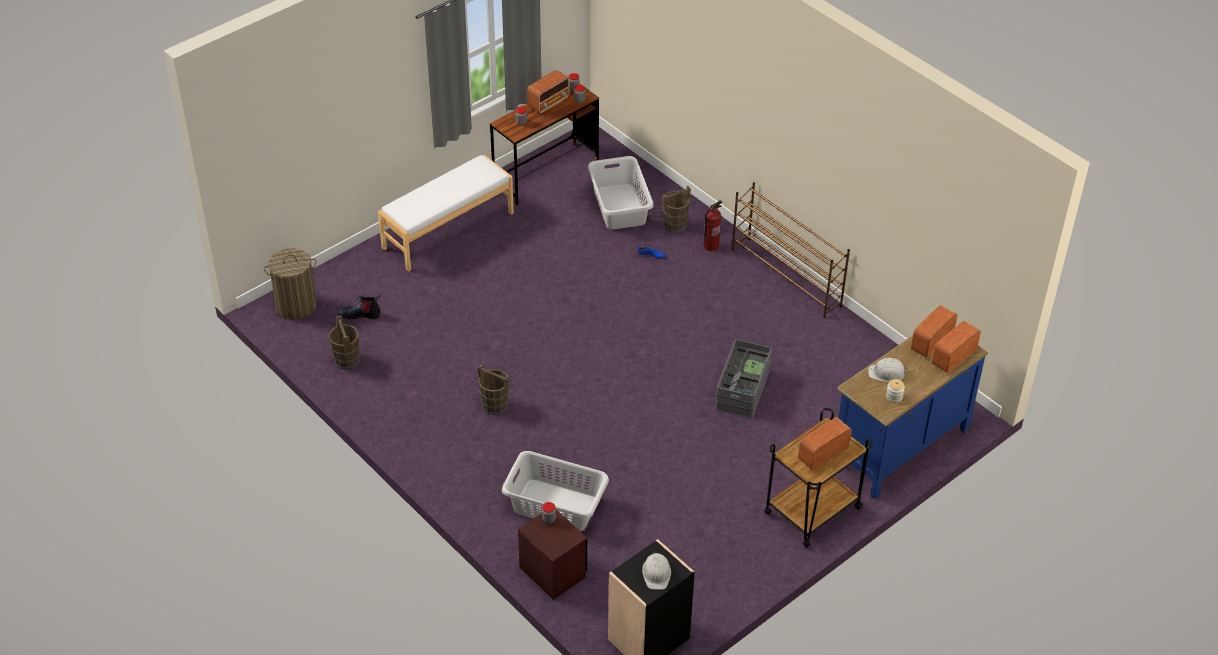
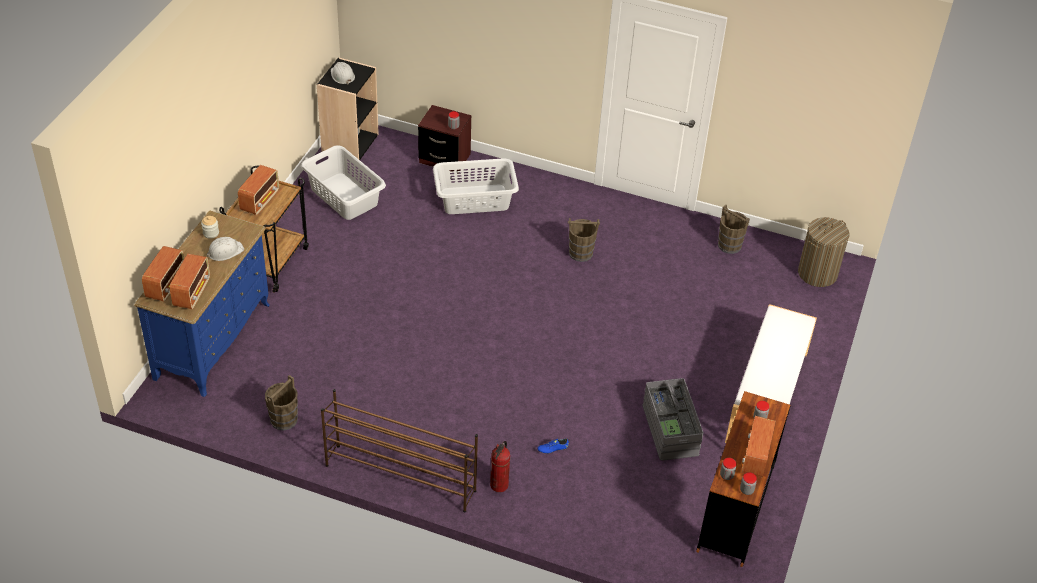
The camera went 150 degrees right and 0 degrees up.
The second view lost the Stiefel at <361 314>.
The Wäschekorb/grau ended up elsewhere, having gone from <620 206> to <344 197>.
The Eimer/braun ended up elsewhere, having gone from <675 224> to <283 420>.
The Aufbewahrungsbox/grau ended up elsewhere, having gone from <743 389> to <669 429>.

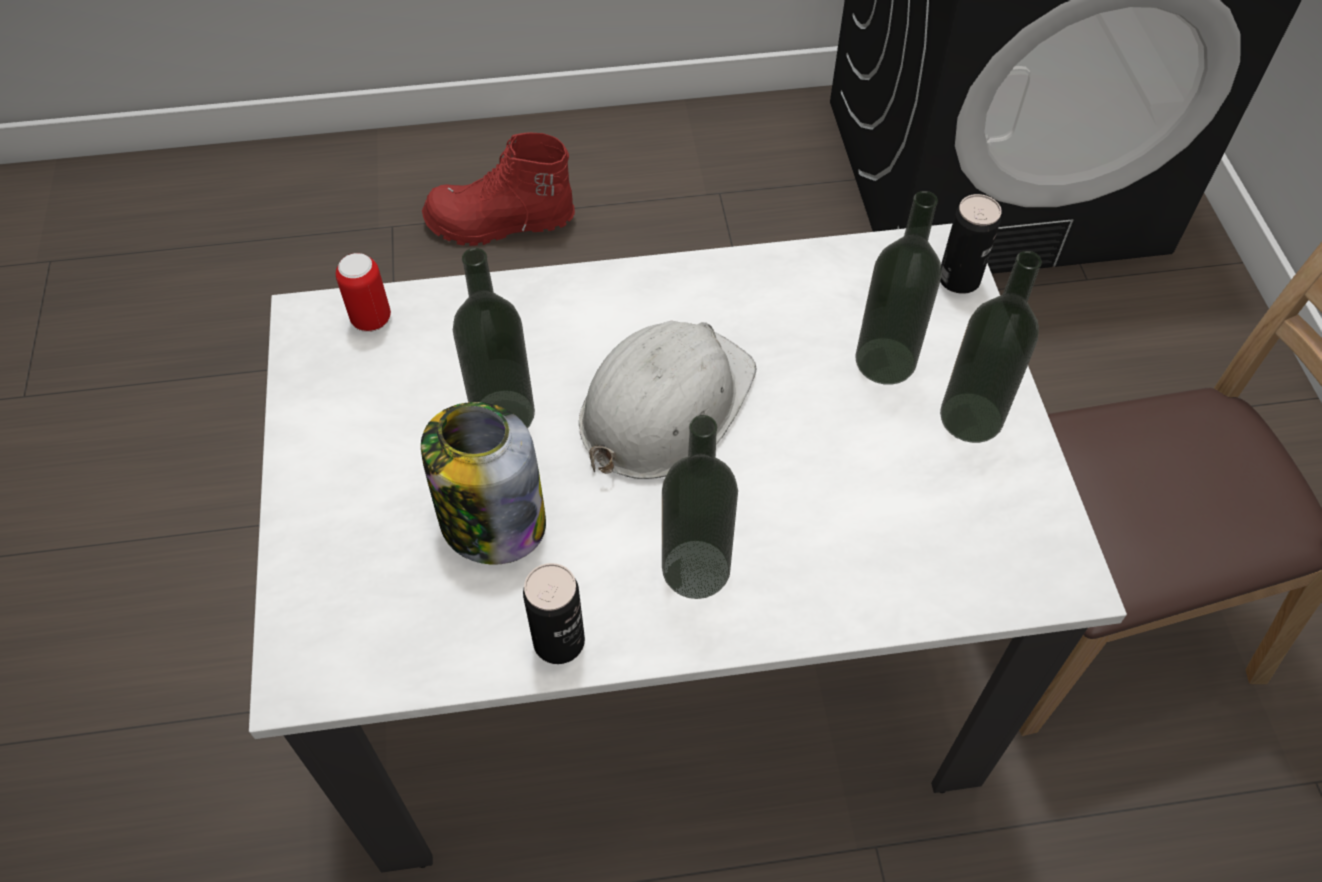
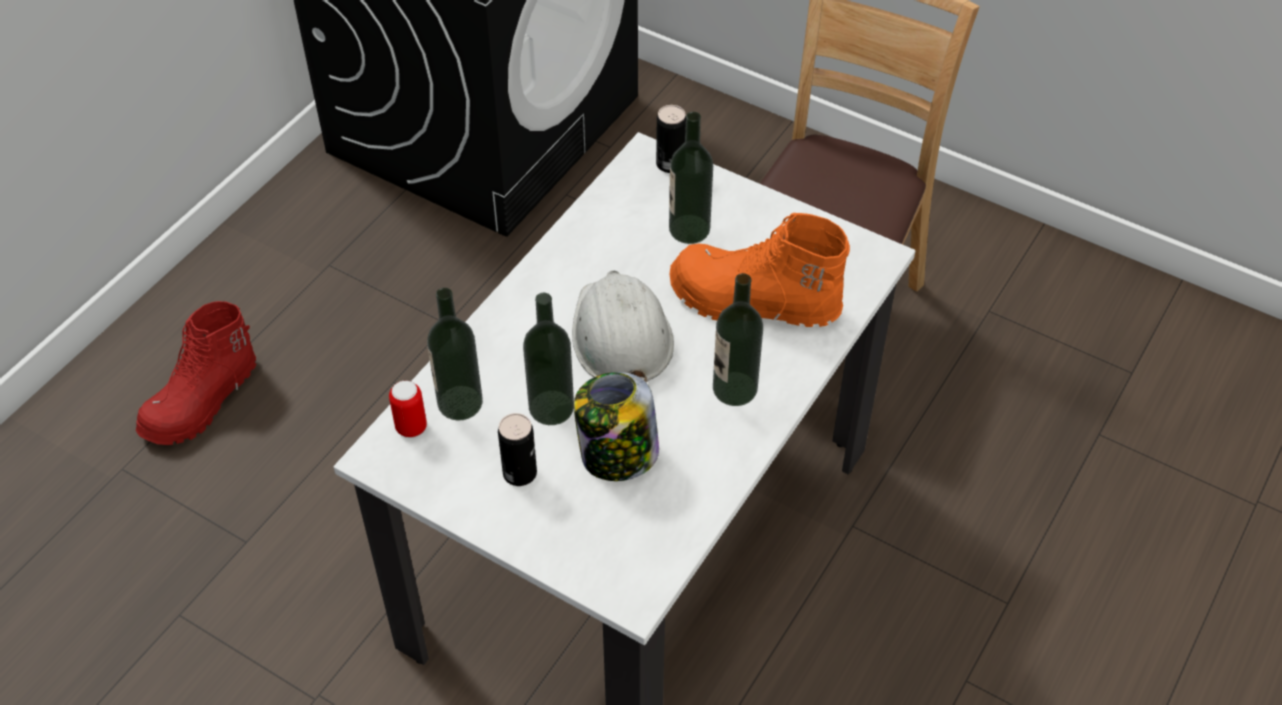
The camera went 50 degrees left and 5 degrees down.
The Dose ended up elsewhere, having gone from <559 641> to <520 473>.
The Flasche ended up elsewhere, having gone from <971 417> to <460 403>.
The second view gained the Stiefel/orange at <753 303>.

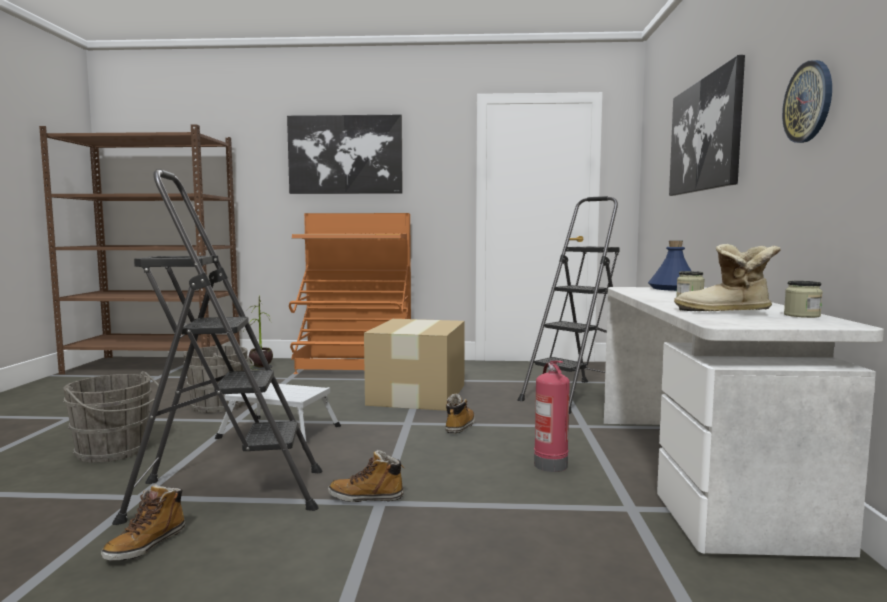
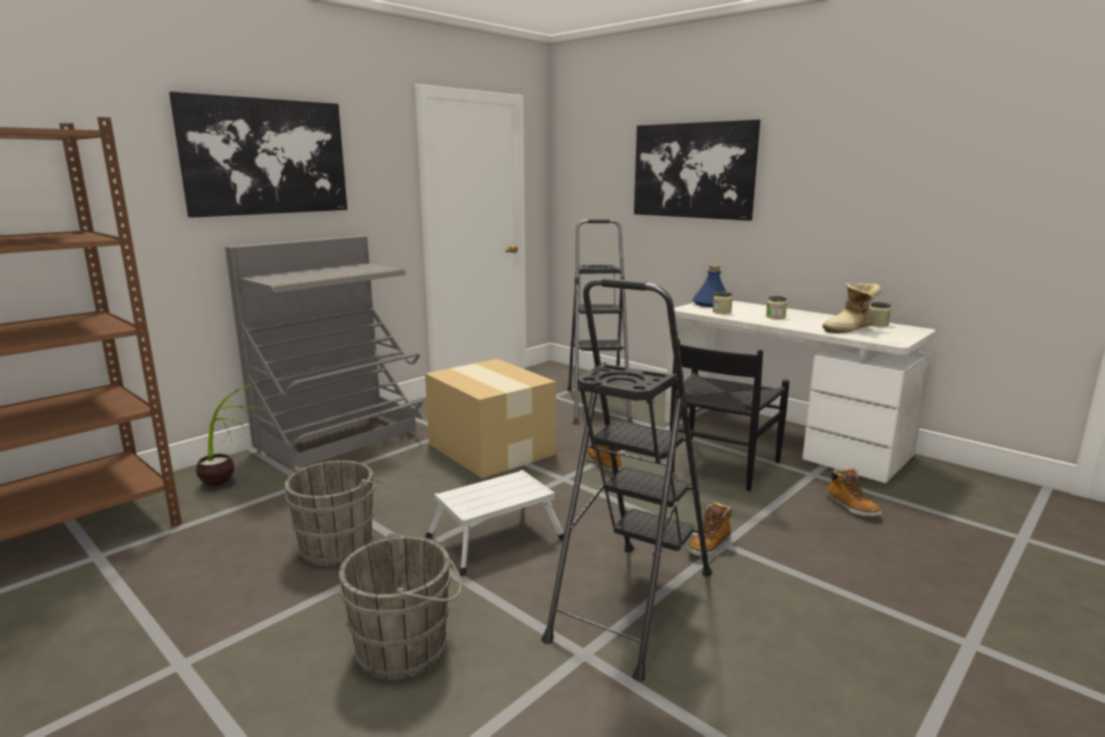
The camera went 50 degrees left and 10 degrees up.
The Stiefel ended up elsewhere, having gone from <146 545> to <851 507>.
What was the Schuhregal/orange at <353 368> turned into the Schuhregal/grau at <342 444>.
Where the Feuerlöscher stood at <549 464>, the Stuhl/schwarz came to stand at <720 467>.
The second view lost the Wanduhr at <808 102>.
The second view gained the Vorratsglas at <722 312>.

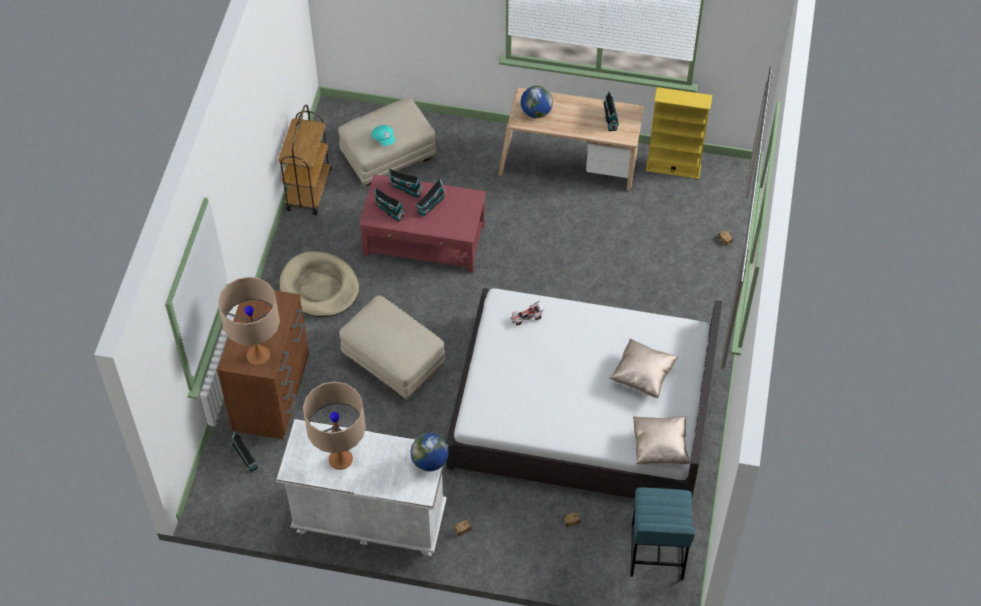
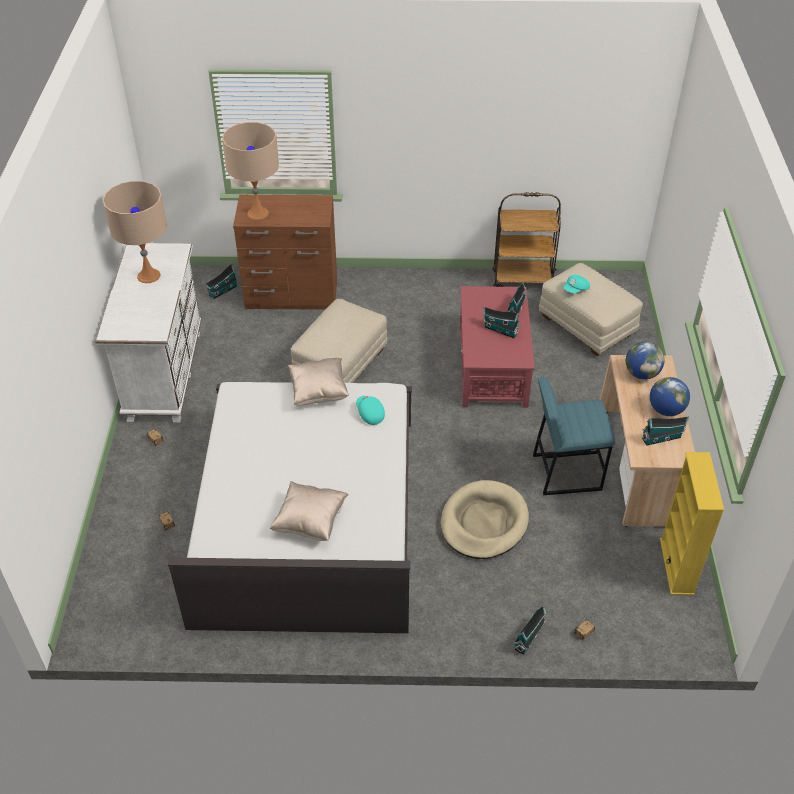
The camera went 80 degrees right and 10 degrees down.
The Hundebett/beige ended up elsewhere, having gone from <319 287> to <483 522>.
The Spielzeughaus ended up elsewhere, having gone from <389 210> to <529 636>.
The Globus ended up elsewhere, having gone from <430 461> to <666 410>.
Where the Spielzeugauto stood at <526 318>, the Kappe/türkis came to stand at <369 414>.
The Hocker/blau ended up elsewhere, having gone from <657 553> to <564 472>.
The Kissen/beige ended up elsewhere, having gone from <659 448> to <319 392>.

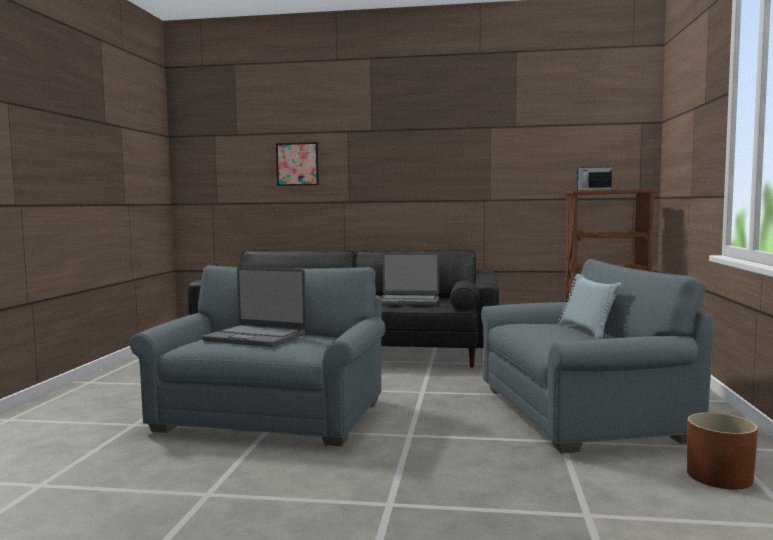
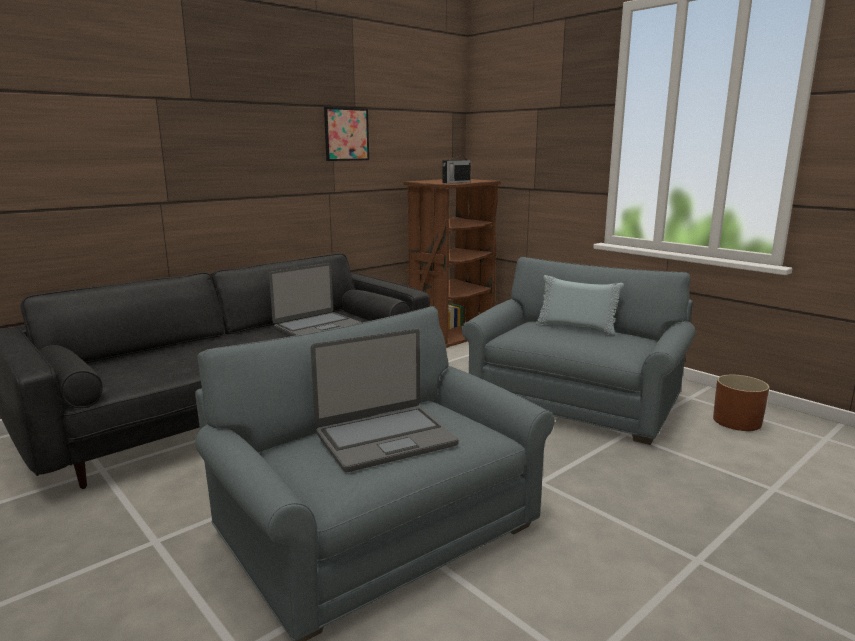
The camera went 50 degrees left and 10 degrees up.
The Bild ended up elsewhere, having gone from <297 164> to <346 134>.

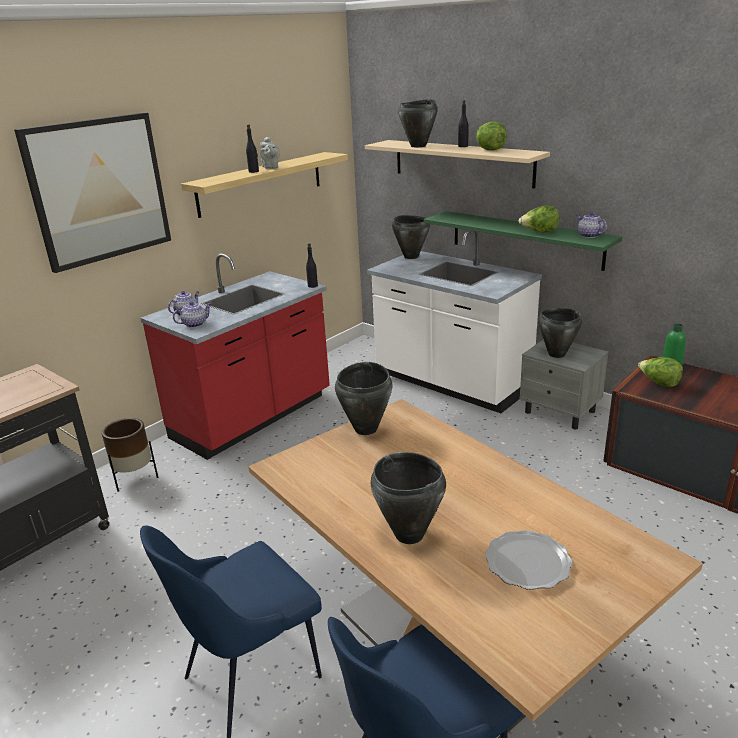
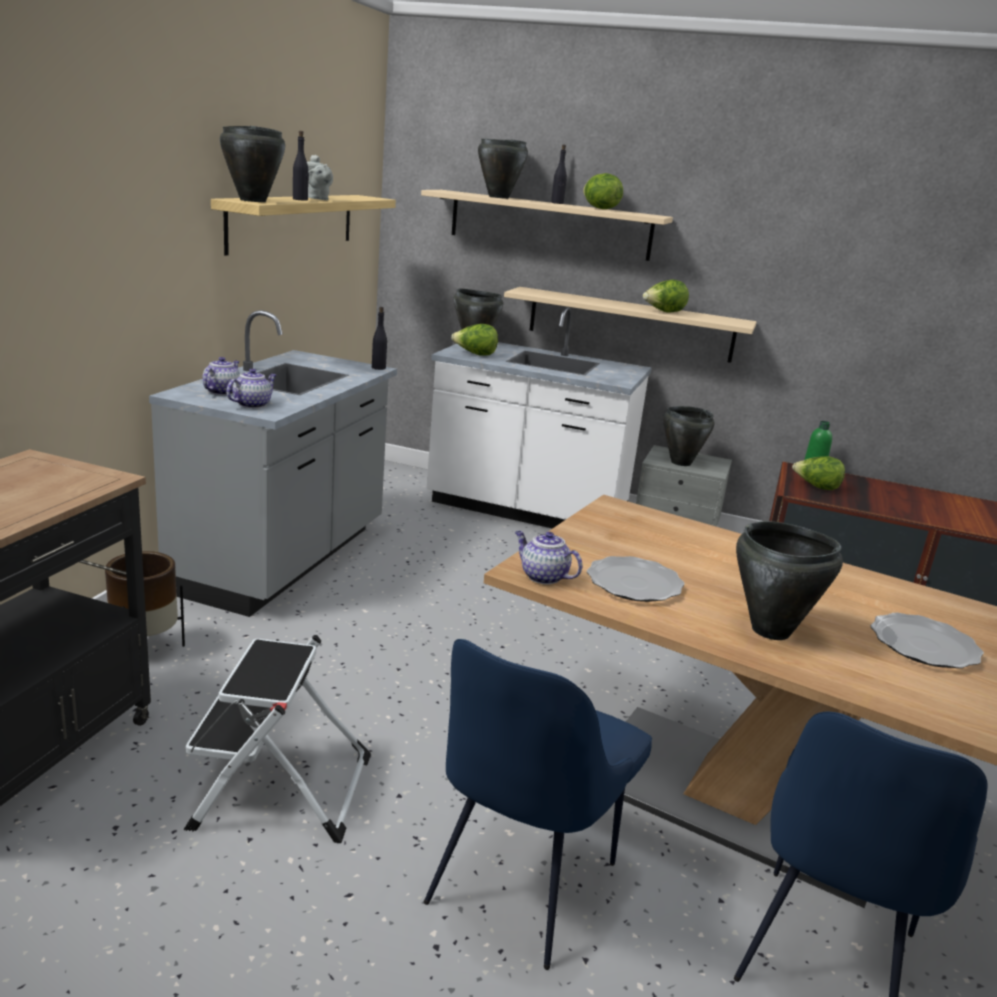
The camera went 25 degrees left and 5 degrees down.
The second view lost the Bild at <99 190>.
What was the Küchenzeile/rot at <253 418> turned into the Küchenzeile/grau at <284 560>.
The Kochtopf/schwarz ended up elsewhere, having gone from <366 429> to <253 200>.
What was the Wandregal/grün at <525 239> turned into the Wandregal/beige at <630 324>.
The Teekanne ended up elsewhere, having gone from <589 235> to <542 576>.
The second view gained the Trittleiter at <280 785>.
The second view gained the Salatkopf at <475 354>.
The second view gained the Teller at <634 583>.

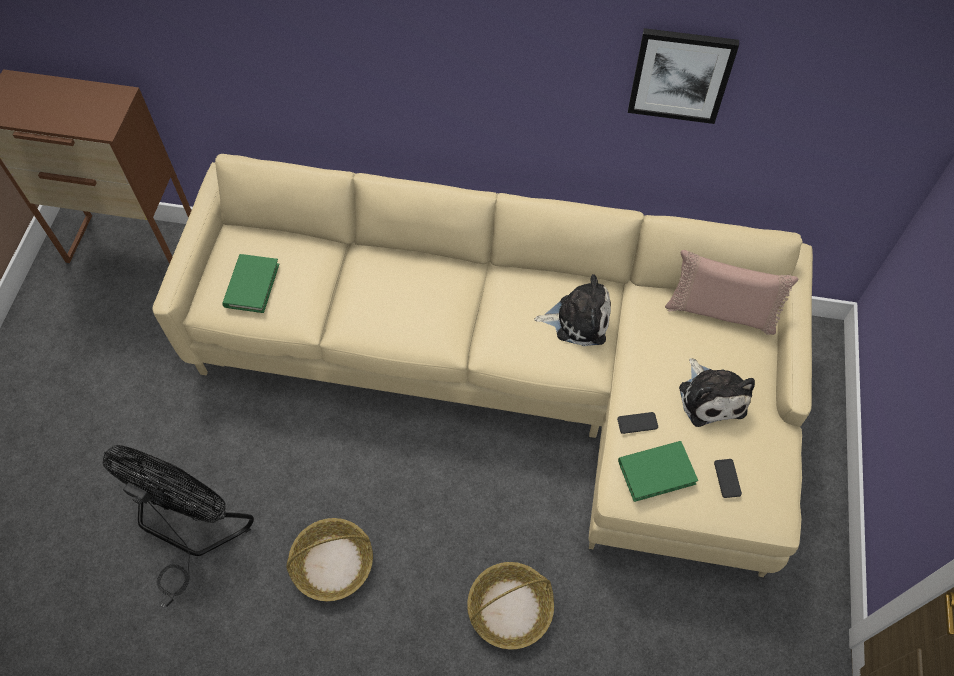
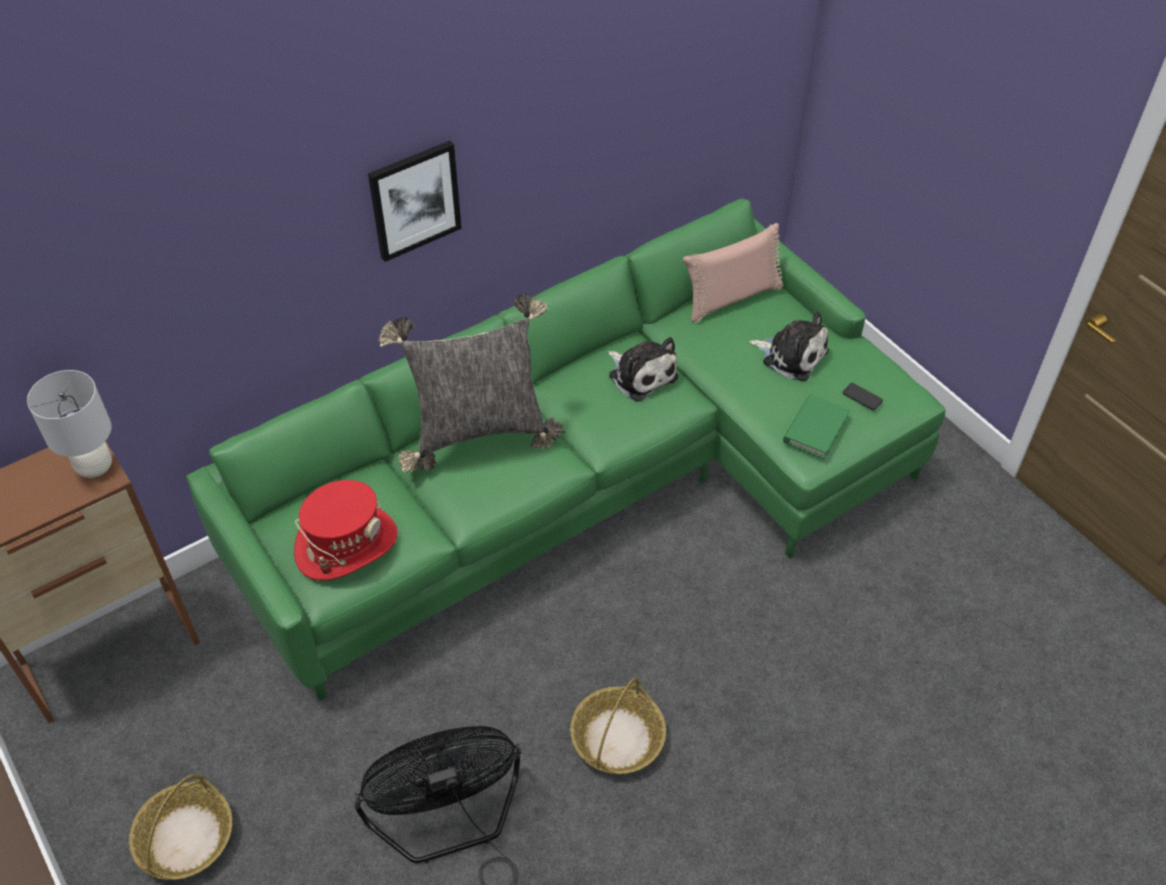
The camera went 45 degrees left and 10 degrees down.
What was the Sofa/beige at <513 369> turned into the Sofa/grün at <589 482>.
Where the Buch/grün stood at <252 285>, the Hut/rot came to stand at <346 544>.
The Korb ended up elsewhere, having gone from <510 608> to <186 837>.
The Plüschtier at <578 319> ended up facing another way, 90 degrees clockwise from before.
The second view lost the Handy at <637 423>.
The Bild ended up elsewhere, having gone from <680 75> to <414 200>.
The second view gained the Tischlampe/grau at <95 469>.
The second view gained the Kissen at <478 438>.

